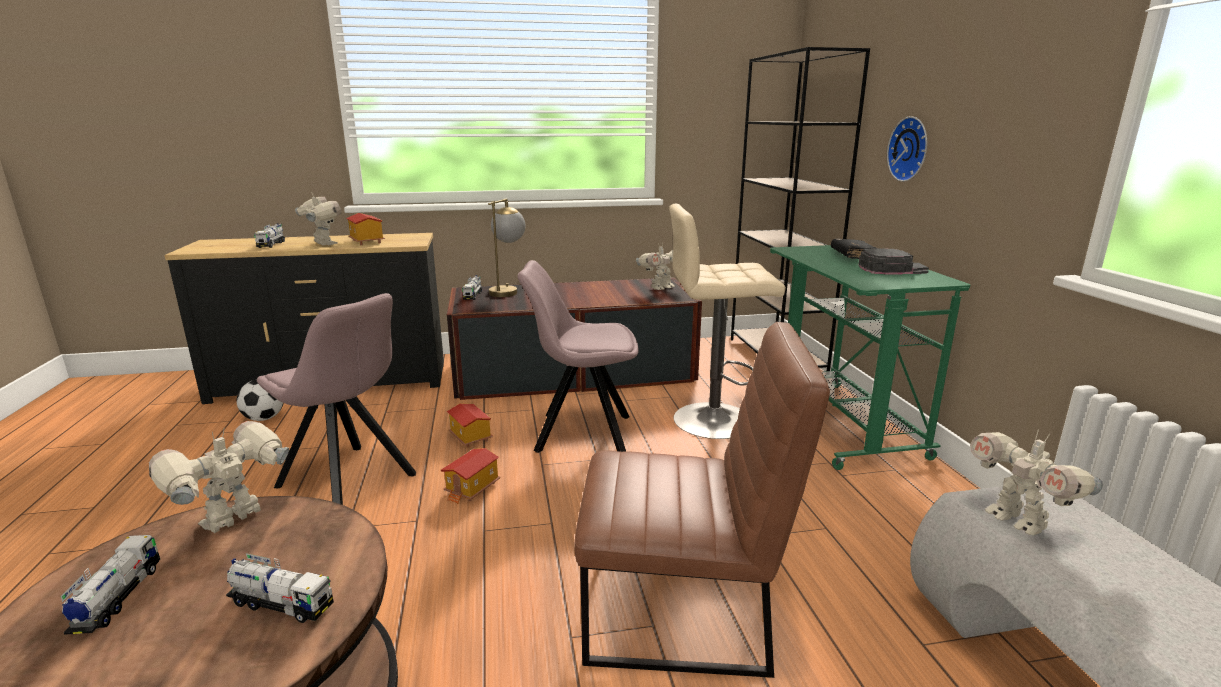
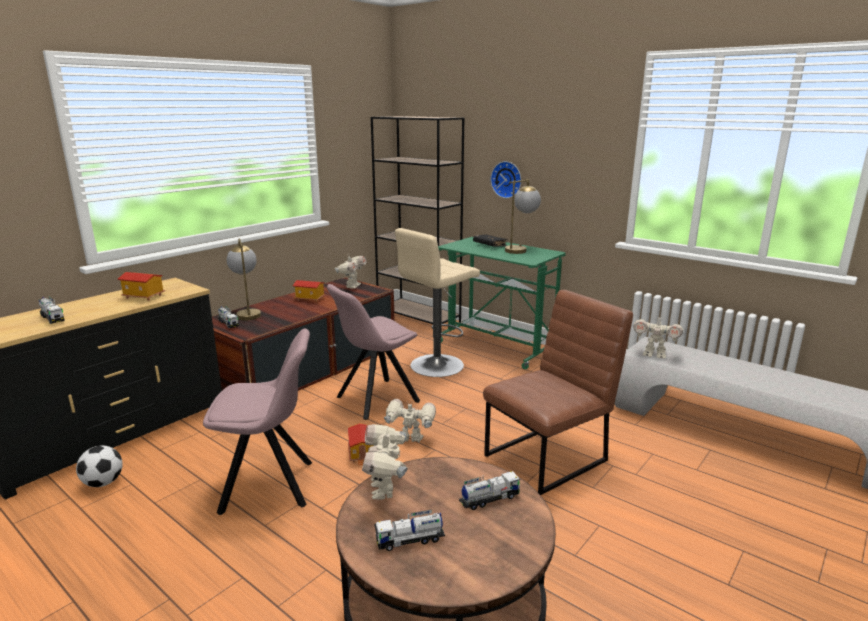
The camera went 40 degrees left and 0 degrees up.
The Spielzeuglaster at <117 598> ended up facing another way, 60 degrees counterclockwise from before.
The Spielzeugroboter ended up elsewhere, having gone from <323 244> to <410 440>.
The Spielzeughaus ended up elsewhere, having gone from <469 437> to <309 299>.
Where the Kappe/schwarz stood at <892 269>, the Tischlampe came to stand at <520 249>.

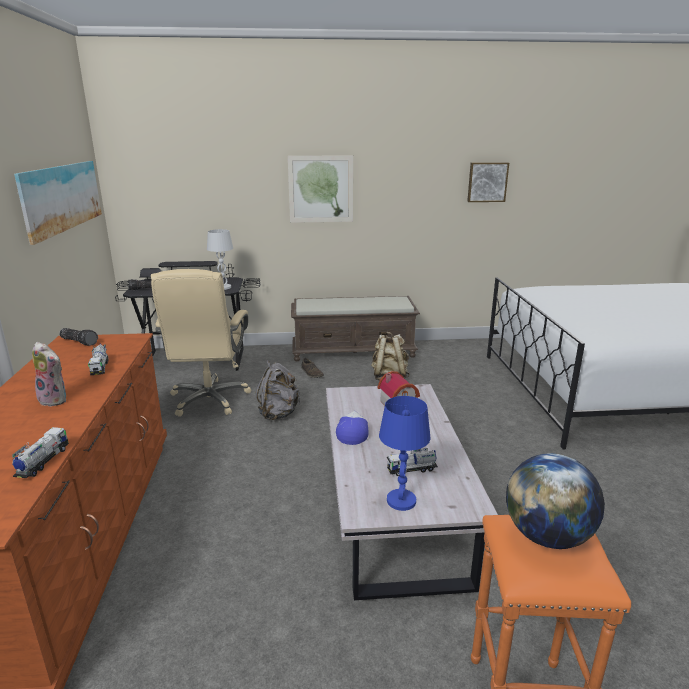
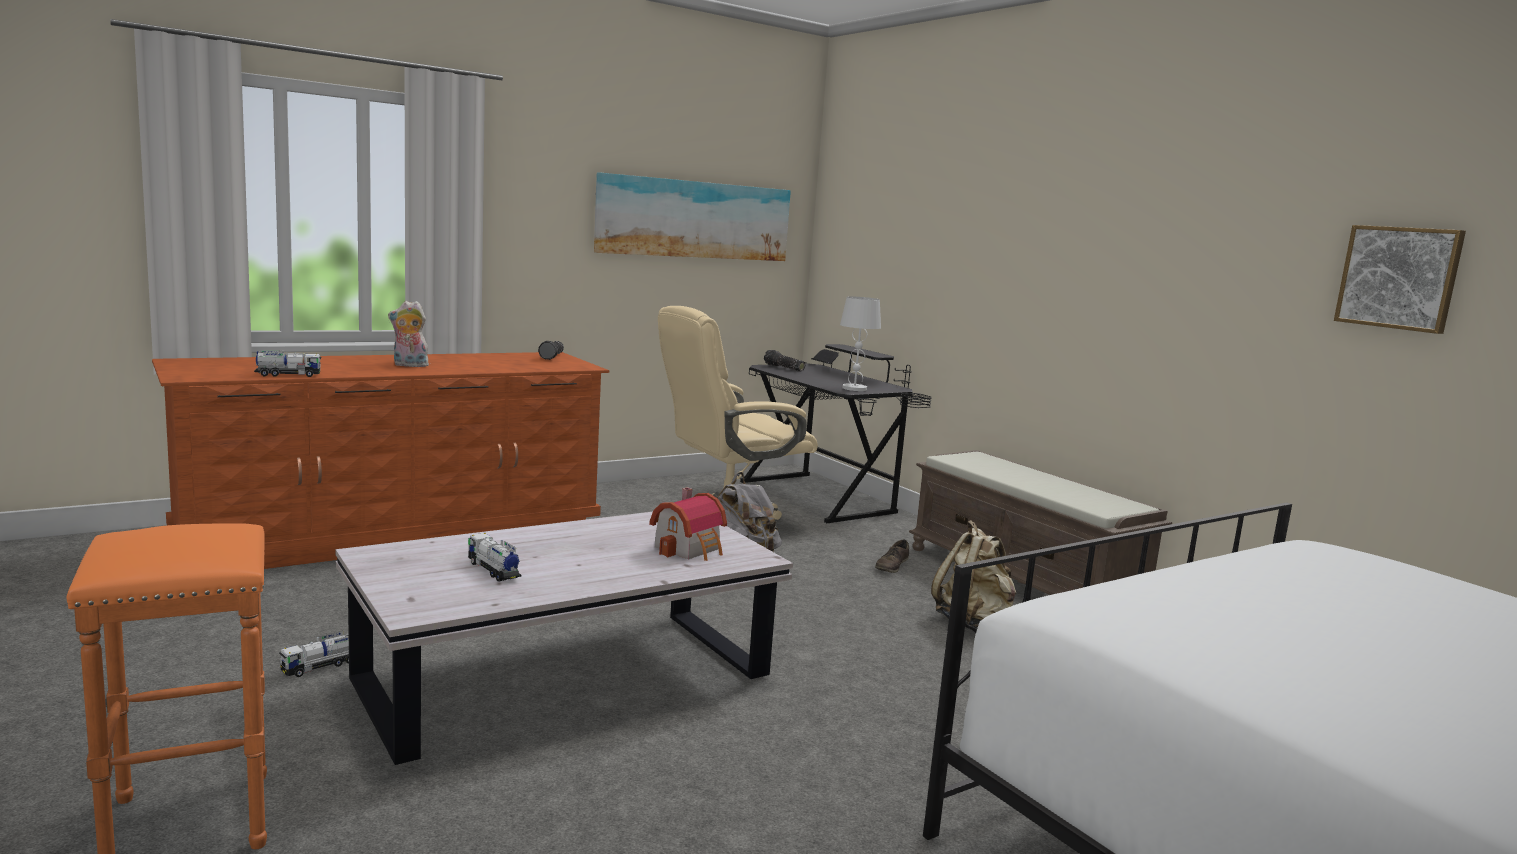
The camera went 60 degrees right and 10 degrees down.
The Plüschtier at <55 399> ended up facing another way, 90 degrees clockwise from before.
The Spielzeuglaster ended up elsewhere, having gone from <100 367> to <320 666>.
The second view lost the Bild at <321 189>.
The second view lost the Kappe at <353 432>.
The second view lost the Tischlampe/blau at <401 500>.
The second view lost the Globus at <547 536>.

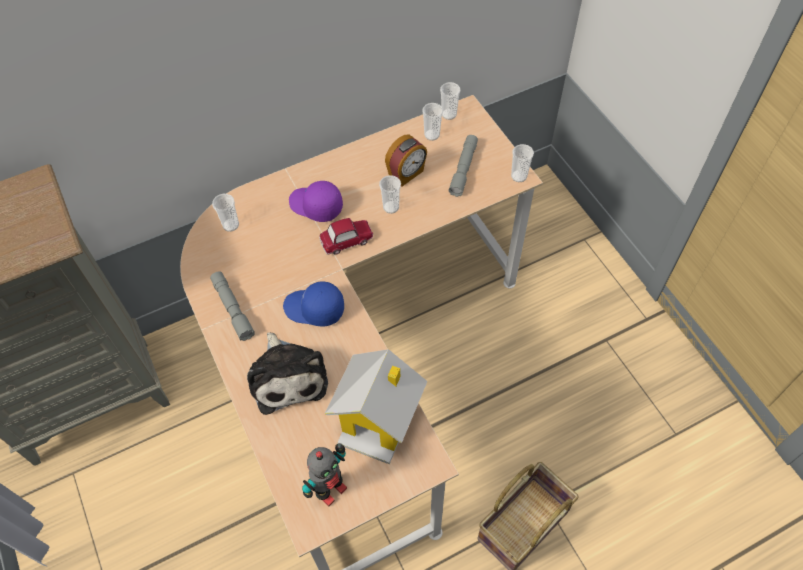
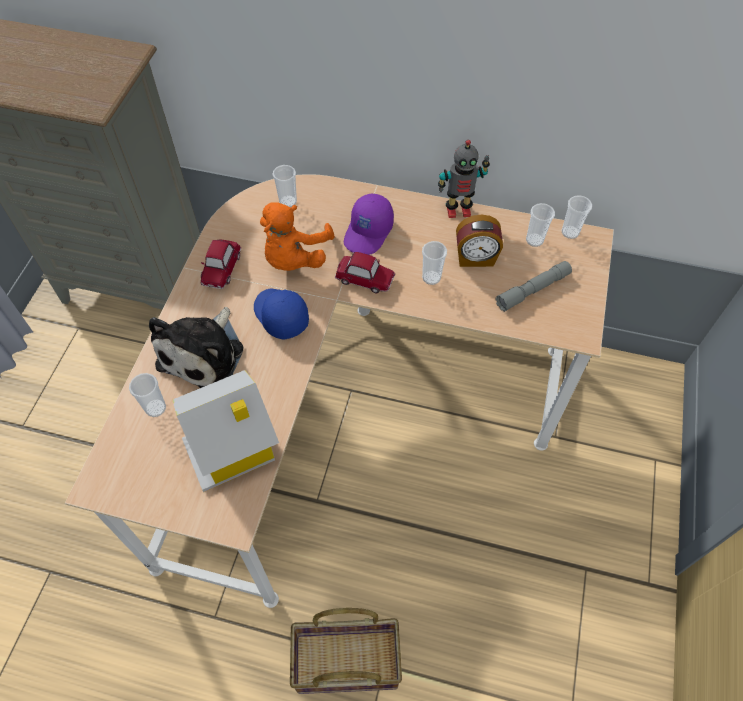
The camera went 40 degrees right and 0 degrees up.
Where the Taschenlampe/grau stood at <233 309>, the Spielzeugauto came to stand at <221 268>.
The Kappe/lila at <315 206> ended up facing another way, 135 degrees counterclockwise from before.
The Spielzeugroboter ended up elsewhere, having gone from <330 490> to <458 210>.
The Tasse ended up elsewhere, having gone from <519 176> to <155 408>.
The second view gained the Plüschtier/orange at <294 258>.

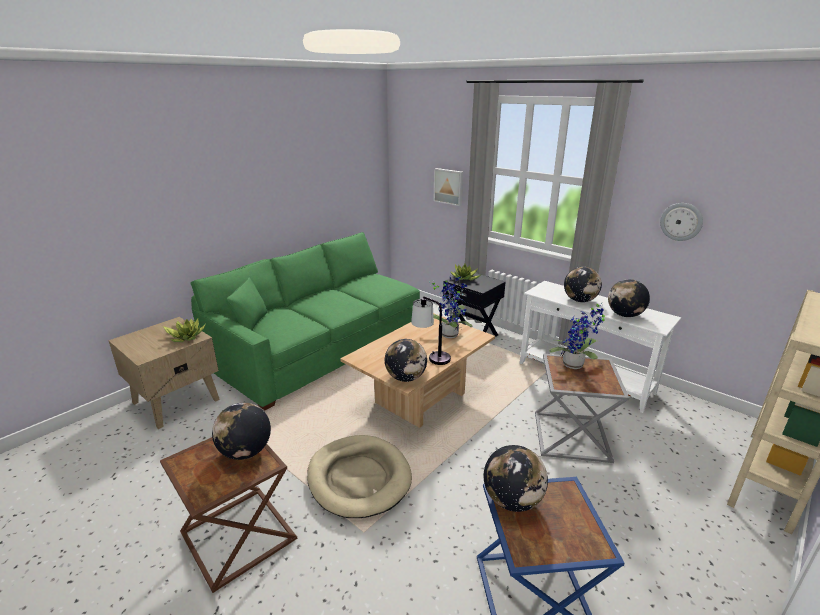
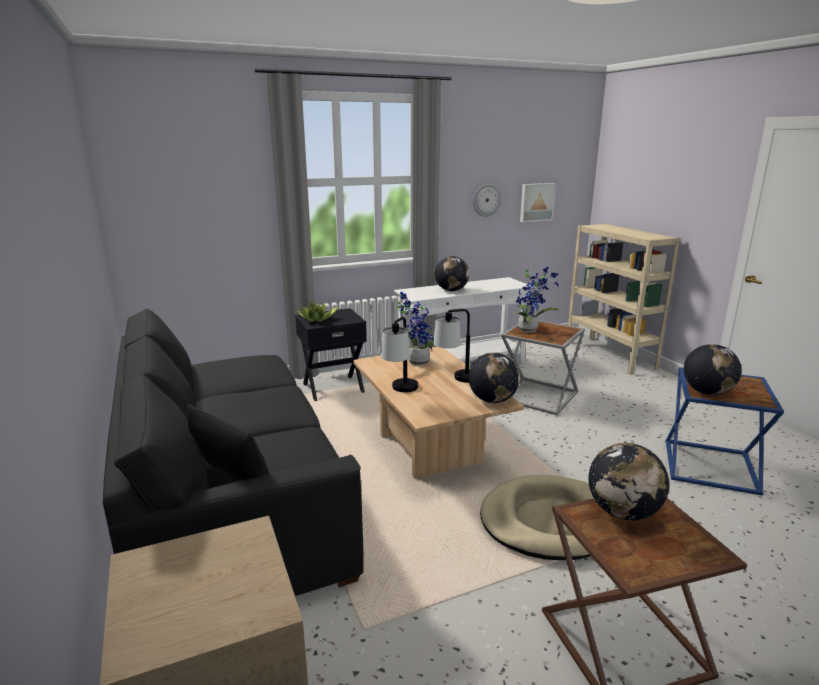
The camera went 65 degrees left and 5 degrees down.
The second view lost the Topfpflanze at <186 337>.
What was the Sofa/grün at <320 348> turned into the Sofa/schwarz at <231 496>.
The Bild ended up elsewhere, having gone from <449 186> to <536 202>.
The second view lost the Globus at <624 315>.
The second view gained the Tischlampe at <401 392>.

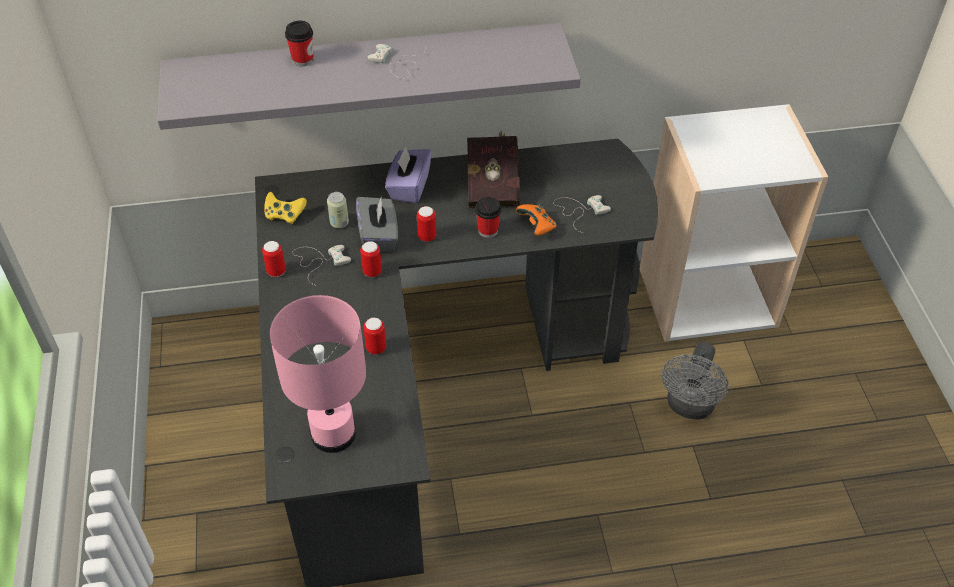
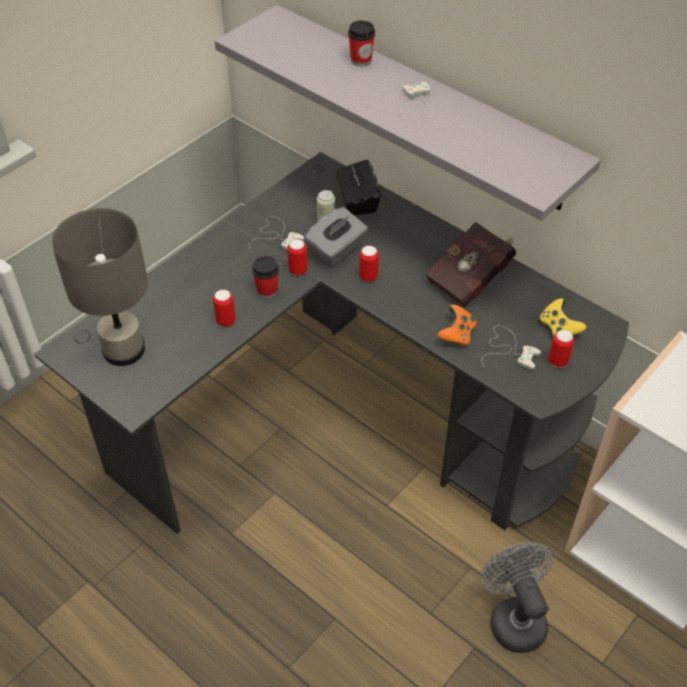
The camera went 50 degrees right and 0 degrees up.
The Dose ended up elsewhere, having gone from <276 271> to <557 361>.
The Gamepad/gelb ended up elsewhere, having gone from <284 215> to <559 328>.
What was the Tischlampe/rosa at <334 433> turned into the Tischlampe/grau at <125 350>.
The second view lost the Taschentuchbox/lila at <409 187>.
The Tasse ended up elsewhere, having gone from <488 230> to <267 291>.
The Ventilator/grau at <689 407> ended up facing another way, 90 degrees clockwise from before.
The second view gained the Taschentuchbox/schwarz at <357 201>.

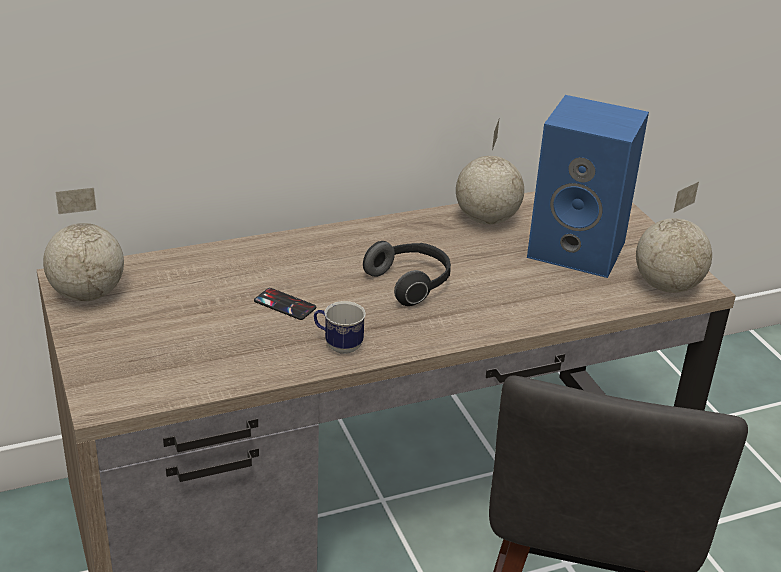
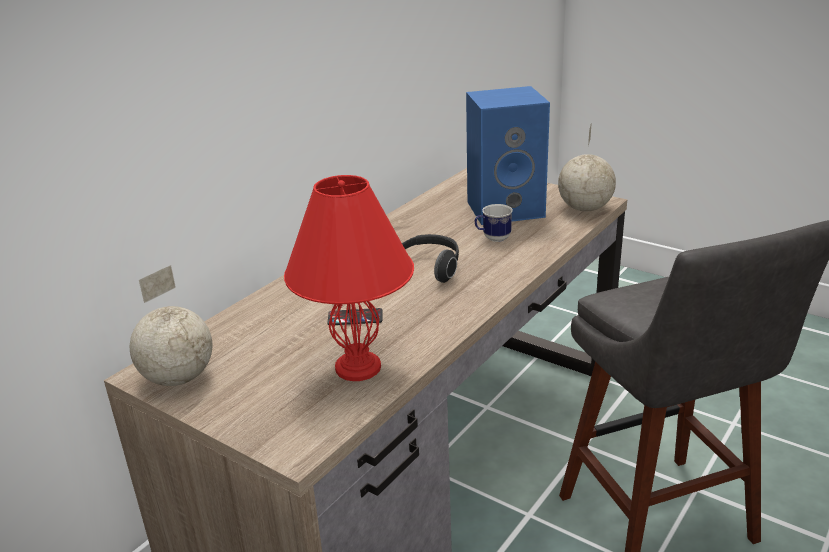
The camera went 30 degrees left and 5 degrees down.
The Henkelbecher ended up elsewhere, having gone from <338 345> to <493 238>.
The second view lost the Globus at <486 220>.
The second view gained the Tischlampe/rot at <357 367>.

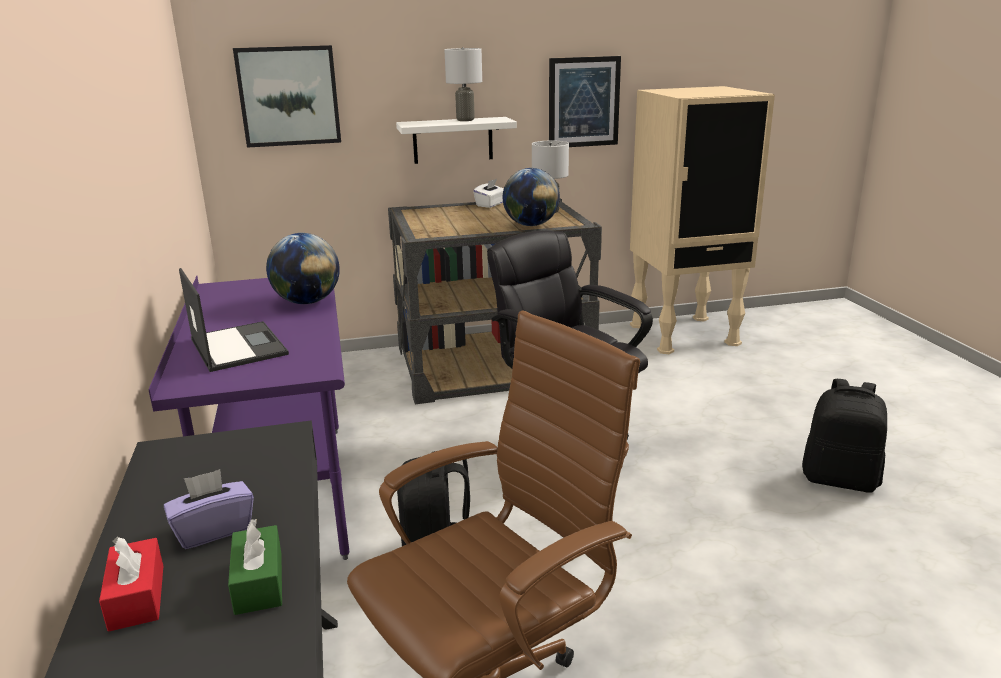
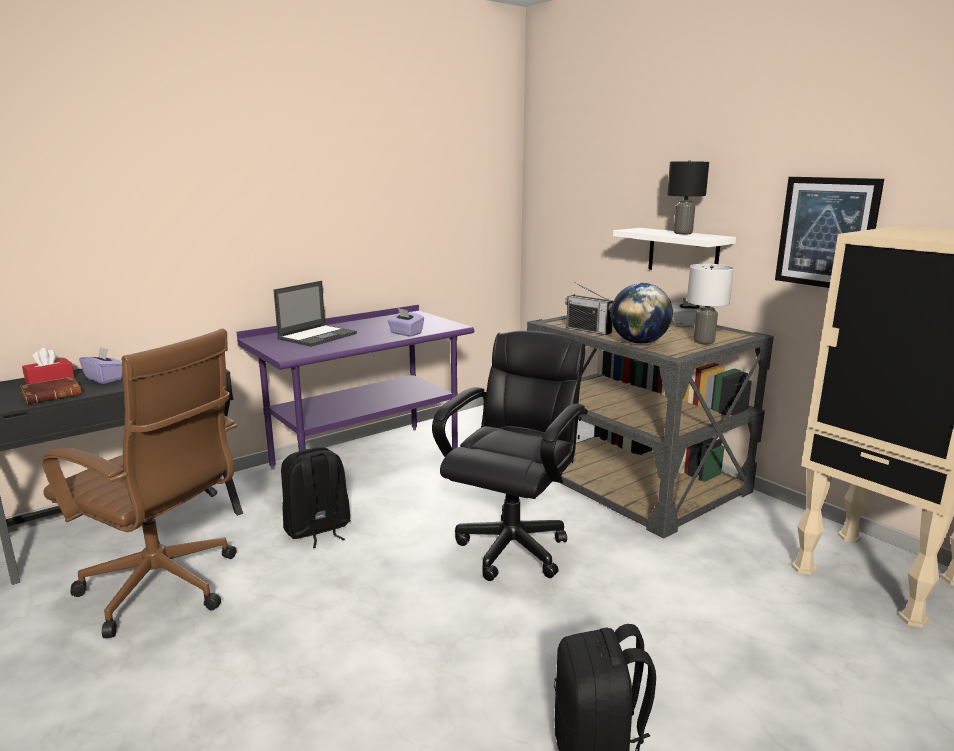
The camera went 65 degrees right and 5 degrees down.
Where the Taschentuchbox/grün stood at <259 582>, the Buch/braun came to stand at <53 395>.
The second view lost the Bild at <289 96>.
Where the Globus stood at <307 302>, the Taschentuchbox/lila came to stand at <405 333>.
What was the Tischlampe/weiß at <464 120> turned into the Tischlampe/schwarz at <681 233>.
The second view gained the Radio at <589 330>.

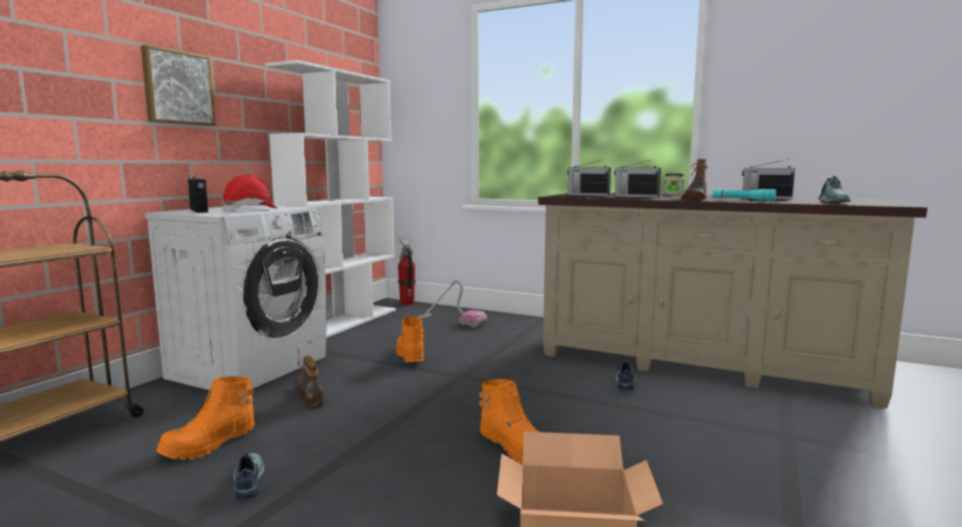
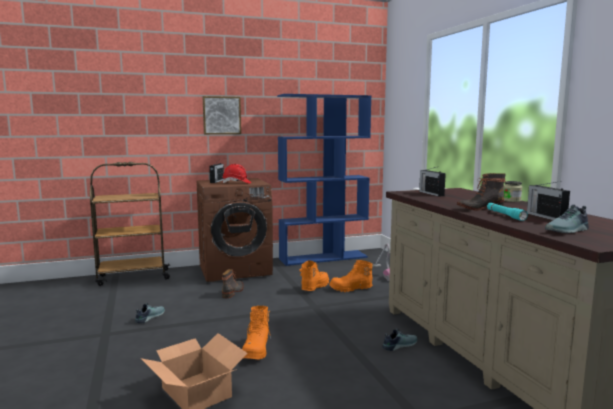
The camera went 45 degrees right and 0 degrees up.
What was the Waschmaschine/weiß at <249 370> turned into the Waschmaschine/braun at <235 271>.
The Stiefel/orange ended up elsewhere, having gone from <210 445> to <351 289>.
What was the Bücherregal/weiß at <343 322> turned into the Bücherregal/blau at <323 258>.
The second view lost the Feuerlöscher at <407 303>.
The second view lost the Radio at <636 196>.

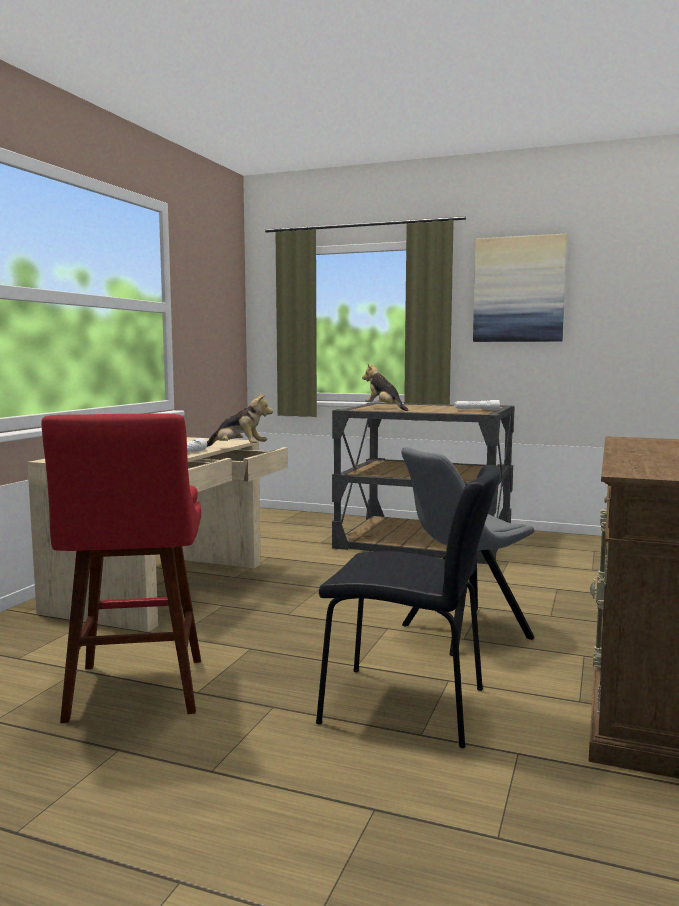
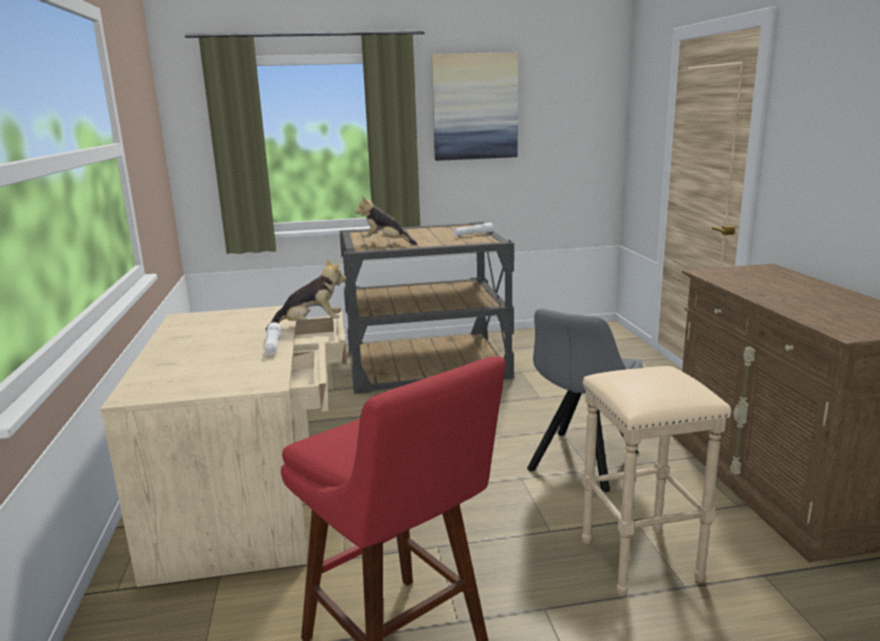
The camera went 30 degrees left and 10 degrees up.
Where the Stuhl/schwarz stood at <410 706>, the Hocker/beige came to stand at <643 560>.

